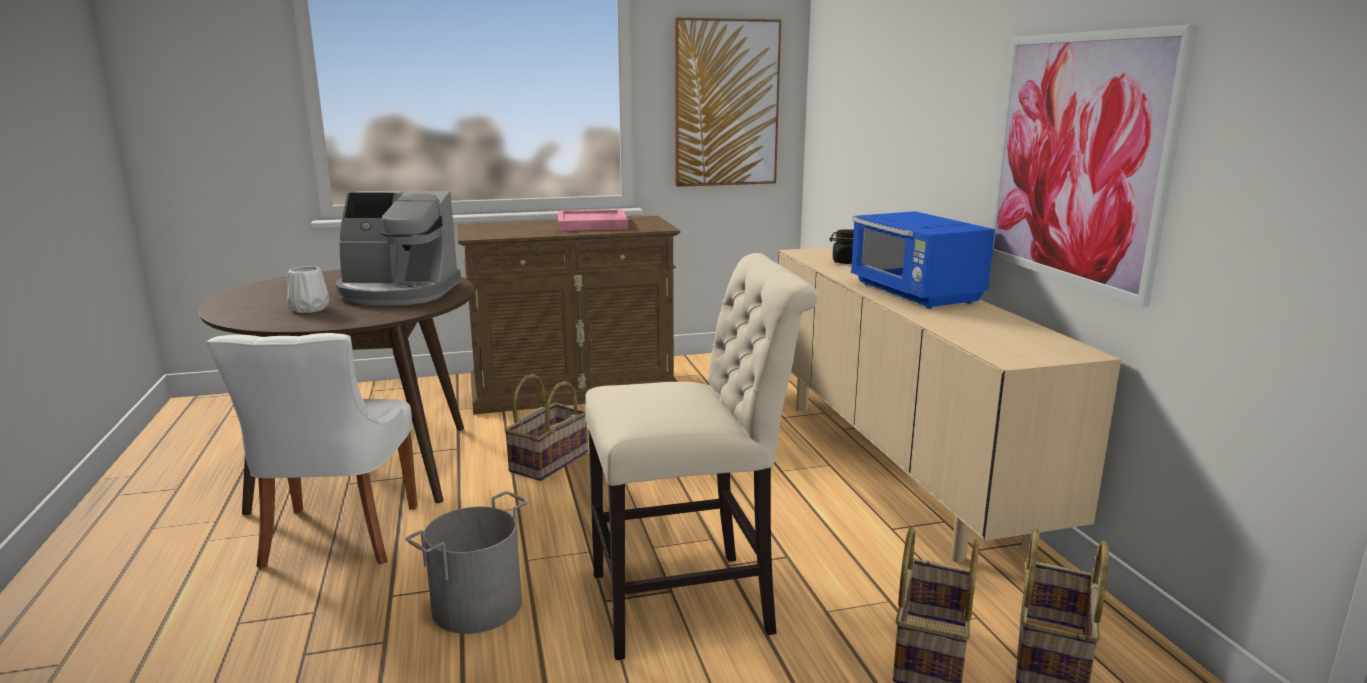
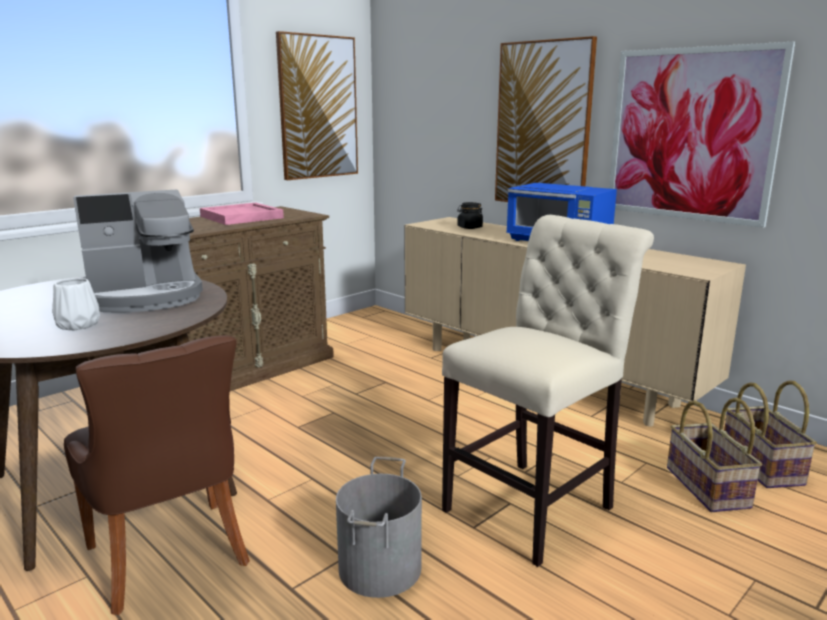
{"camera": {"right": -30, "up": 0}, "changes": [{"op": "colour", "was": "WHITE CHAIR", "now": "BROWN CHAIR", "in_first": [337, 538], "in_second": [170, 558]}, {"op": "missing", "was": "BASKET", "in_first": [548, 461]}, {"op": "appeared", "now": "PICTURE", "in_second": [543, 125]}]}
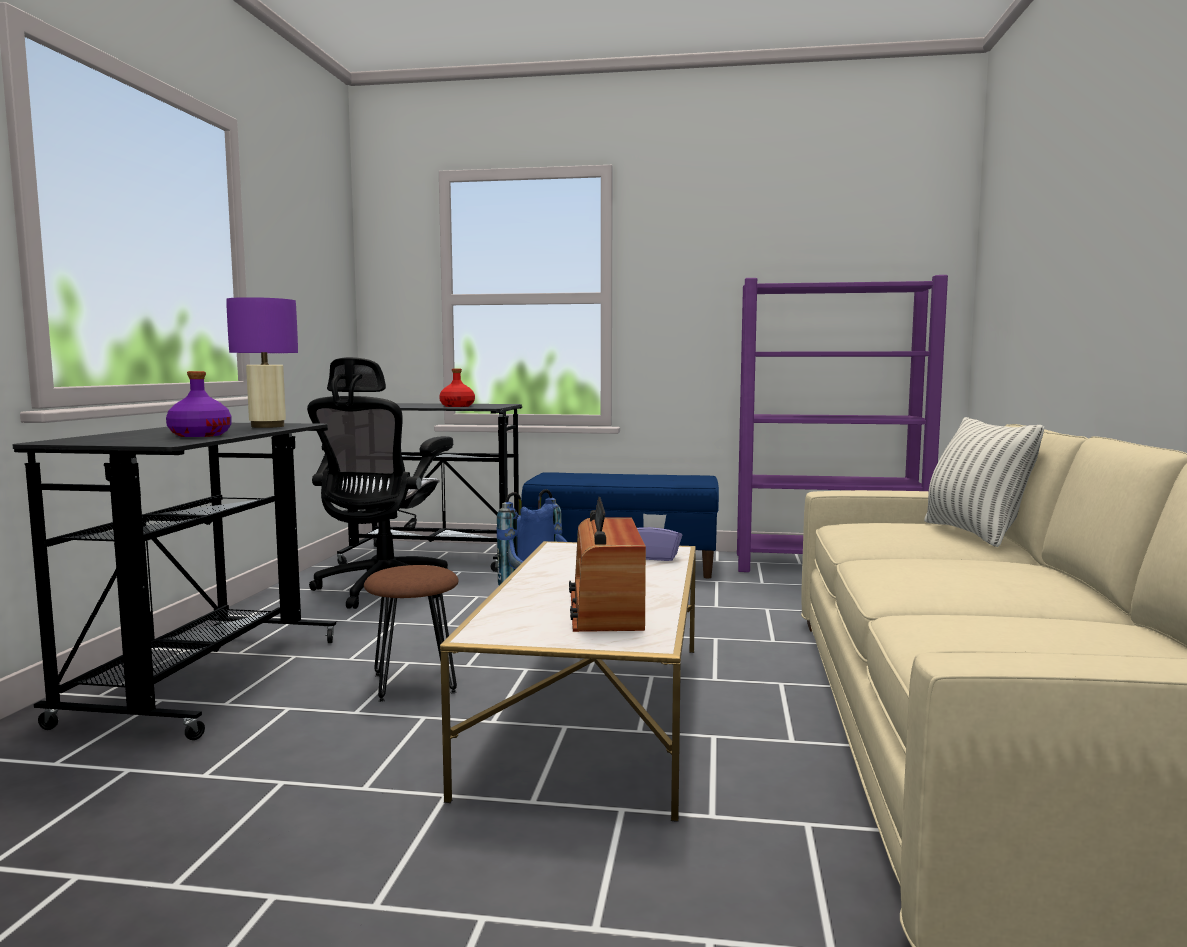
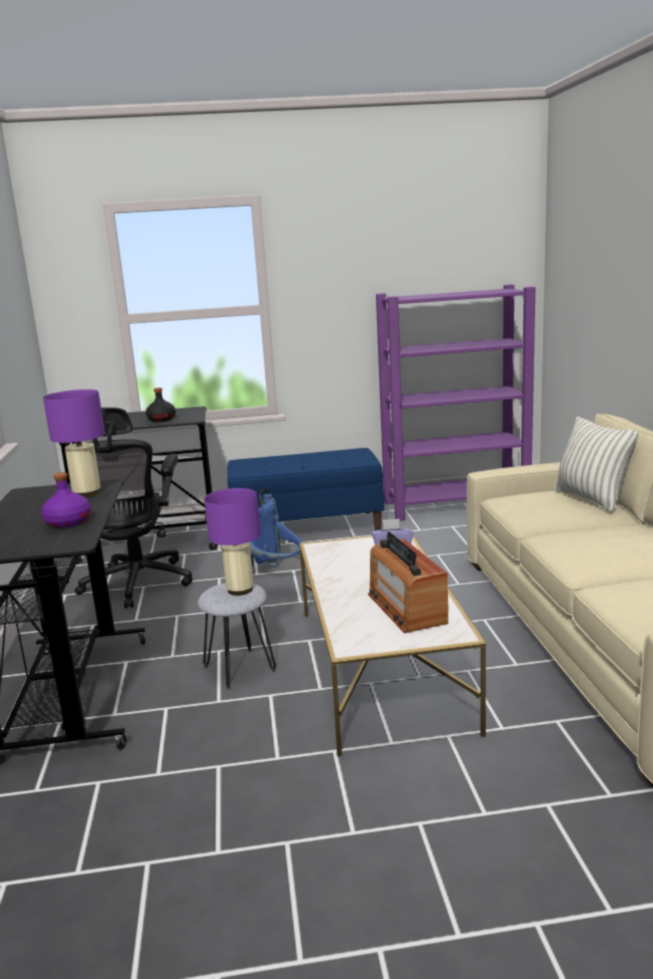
{"camera": {"right": -15, "up": 10}, "changes": [{"op": "colour", "was": "BROWN STOOL", "now": "GREY STOOL", "in_first": [414, 683], "in_second": [240, 668]}, {"op": "colour", "was": "RED BOTTLE", "now": "BLACK BOTTLE", "in_first": [457, 406], "in_second": [161, 419]}, {"op": "appeared", "now": "PURPLE TABLE LAMP", "in_second": [240, 590]}]}
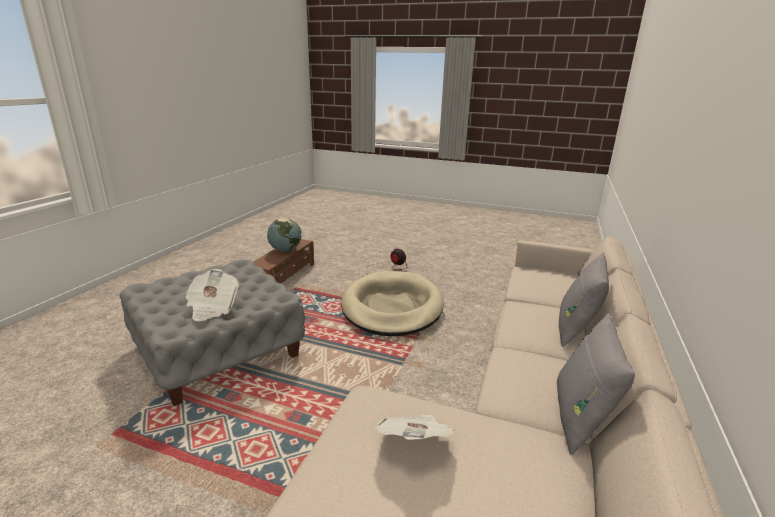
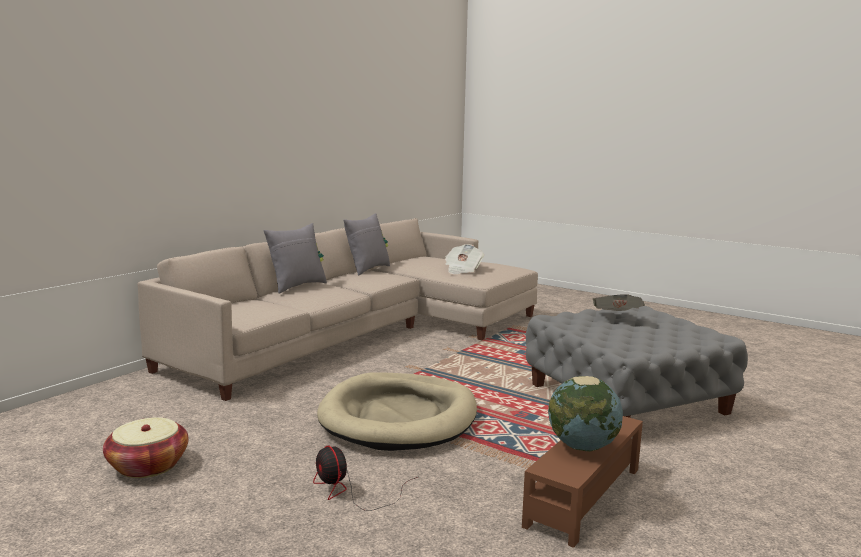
{"camera": {"right": -165, "up": -10}, "changes": [{"op": "appeared", "now": "BASKET", "in_second": [148, 465]}]}
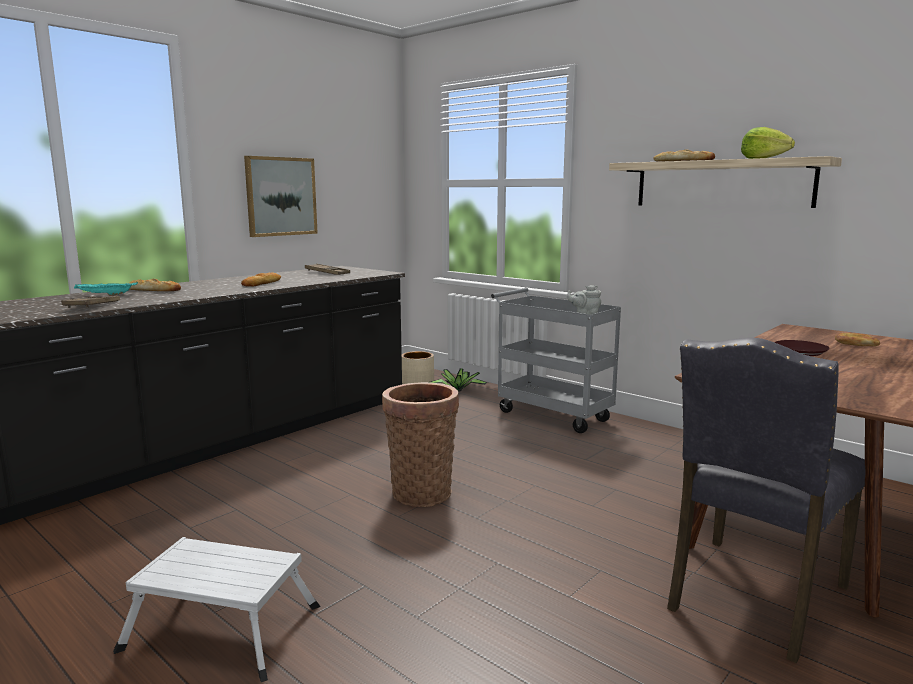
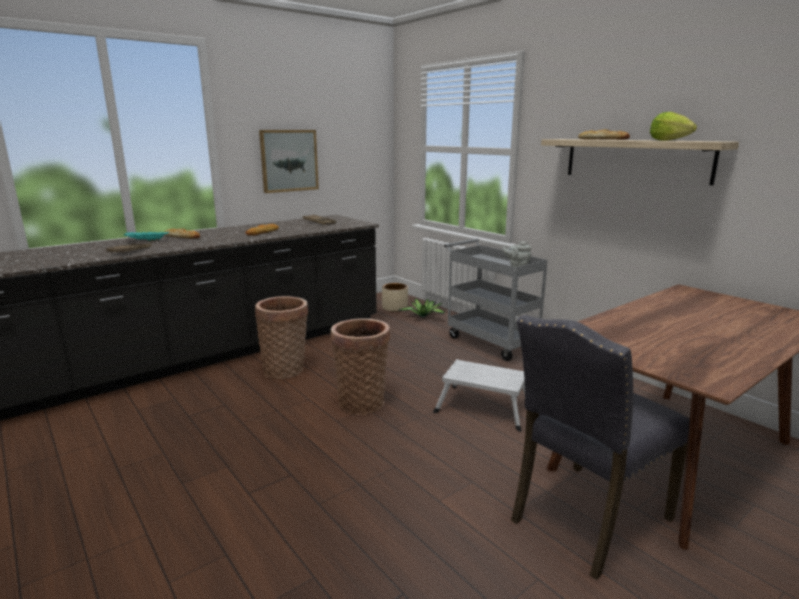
{"camera": {"right": 10, "up": 5}, "changes": [{"op": "relocated", "was": "WHITE STEP LADDER", "in_first": [221, 627], "in_second": [483, 407]}, {"op": "missing", "was": "BROWN PLATE", "in_first": [801, 352]}, {"op": "missing", "was": "BREAD", "in_first": [855, 343]}, {"op": "appeared", "now": "BASKET", "in_second": [286, 369]}]}
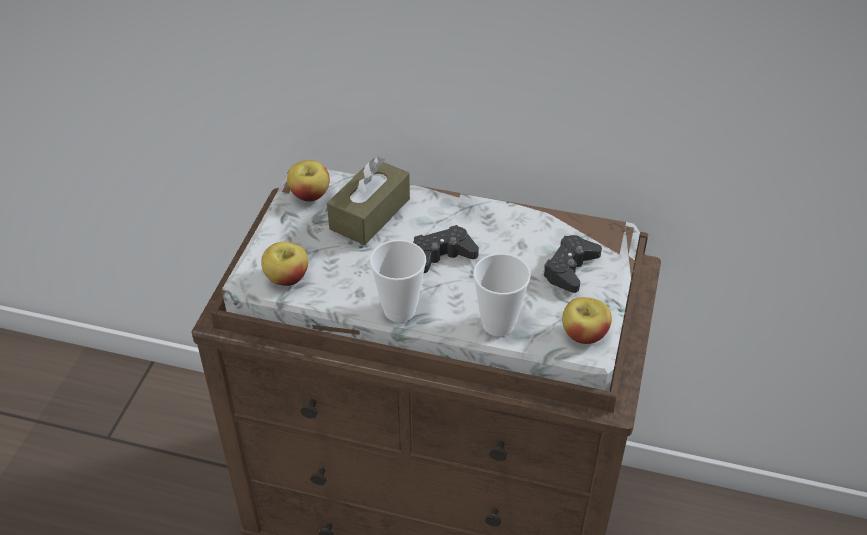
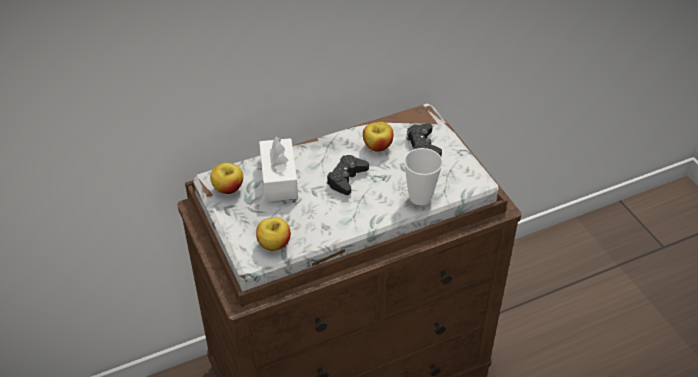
{"camera": {"right": -40, "up": 0}, "changes": [{"op": "colour", "was": "BROWN TISSUE BOX", "now": "WHITE TISSUE BOX", "in_first": [370, 214], "in_second": [279, 179]}, {"op": "missing", "was": "CUP", "in_first": [399, 310]}, {"op": "relocated", "was": "APPLE", "in_first": [584, 334], "in_second": [378, 146]}]}
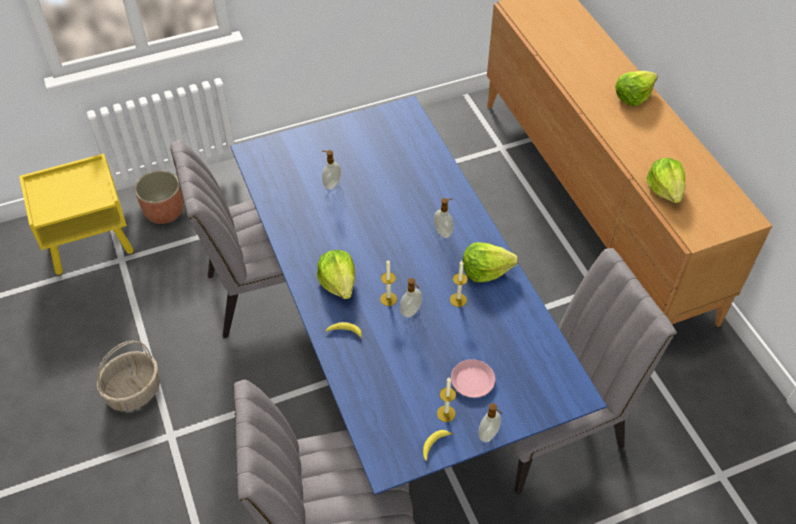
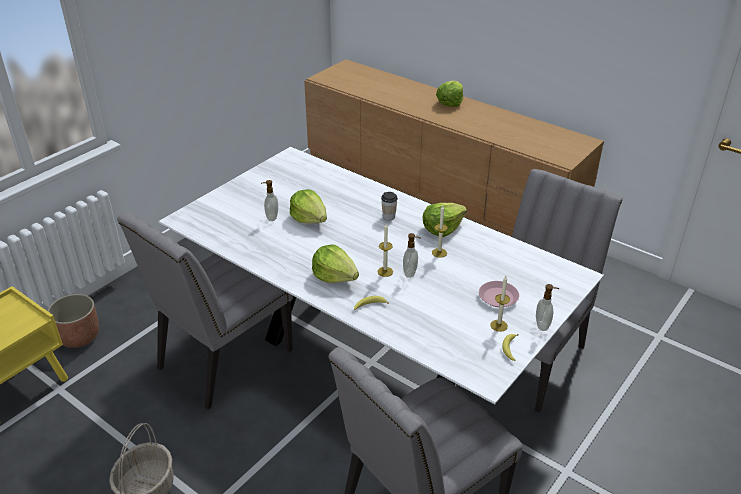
{"camera": {"right": -30, "up": -15}, "changes": [{"op": "colour", "was": "BLUE DINING TABLE", "now": "WHITE DINING TABLE", "in_first": [398, 354], "in_second": [370, 358]}, {"op": "exchanged", "was": "SOAP DISPENSER", "now": "CUP", "in_first": [443, 232], "in_second": [389, 217]}, {"op": "relocated", "was": "LETTUCE", "in_first": [665, 189], "in_second": [309, 218]}]}
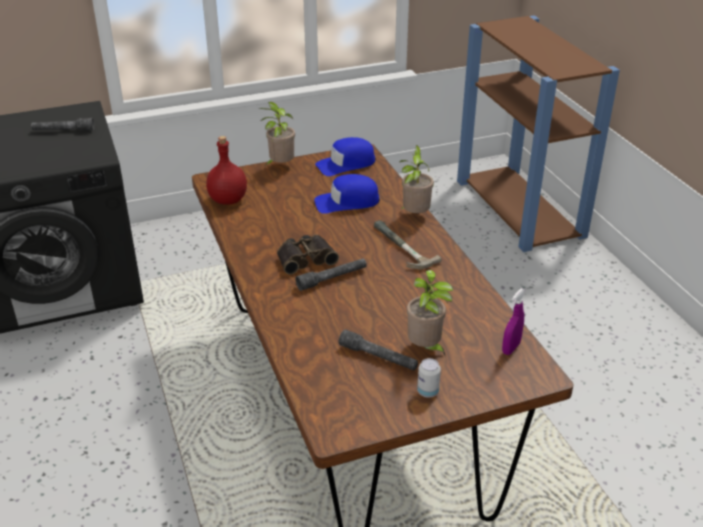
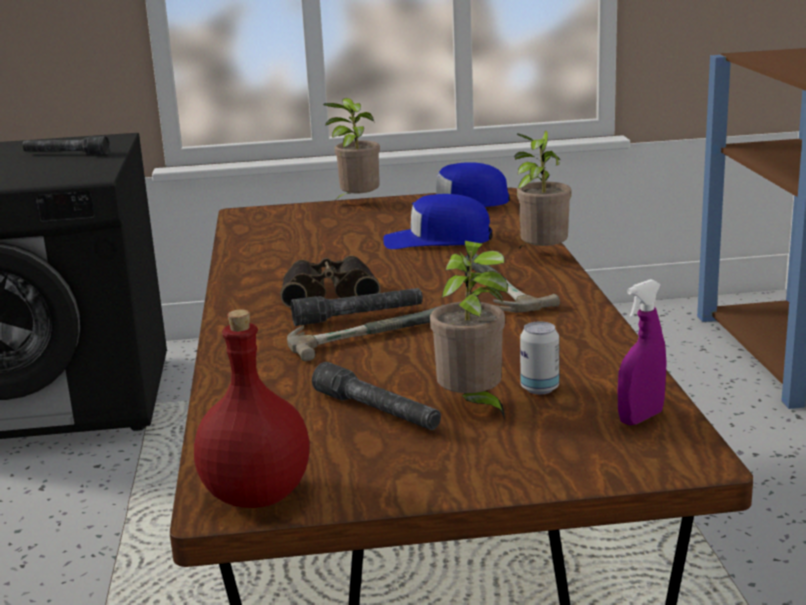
{"camera": {"right": 15, "up": -15}, "changes": [{"op": "relocated", "was": "RED BOTTLE", "in_first": [228, 199], "in_second": [258, 495]}, {"op": "relocated", "was": "CAN", "in_first": [427, 392], "in_second": [539, 388]}, {"op": "appeared", "now": "HAMMER", "in_second": [367, 333]}]}
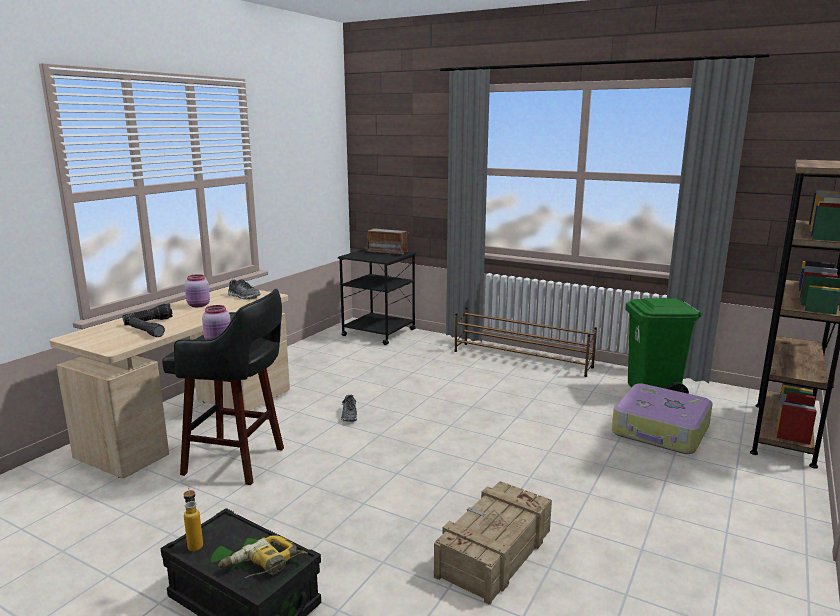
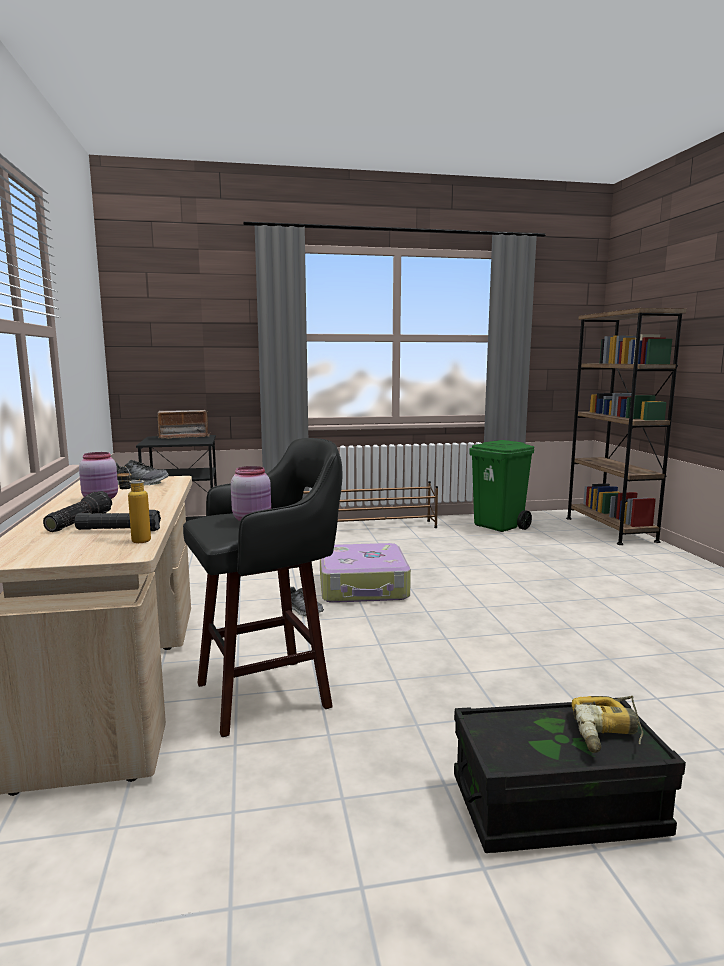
{"camera": {"right": -40, "up": -5}, "changes": [{"op": "relocated", "was": "BOTTLE", "in_first": [195, 543], "in_second": [135, 540]}, {"op": "missing", "was": "CRATE", "in_first": [493, 553]}, {"op": "relocated", "was": "SUITCASE", "in_first": [661, 431], "in_second": [363, 587]}]}
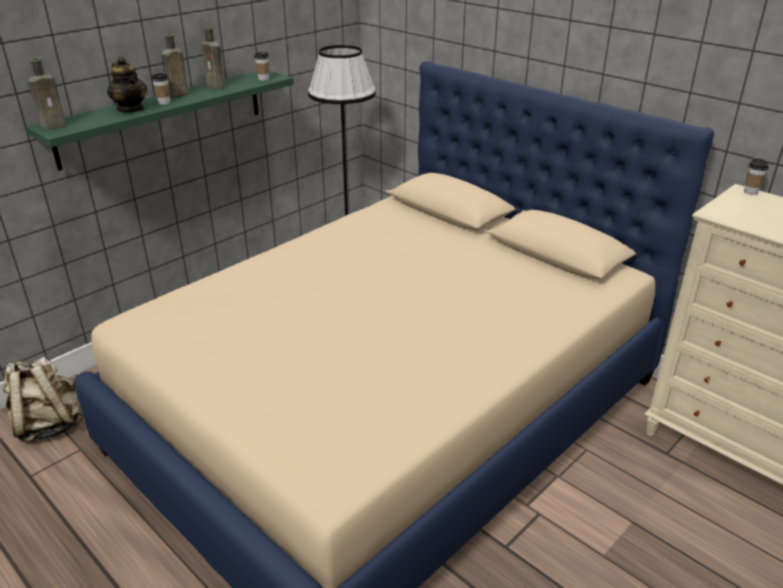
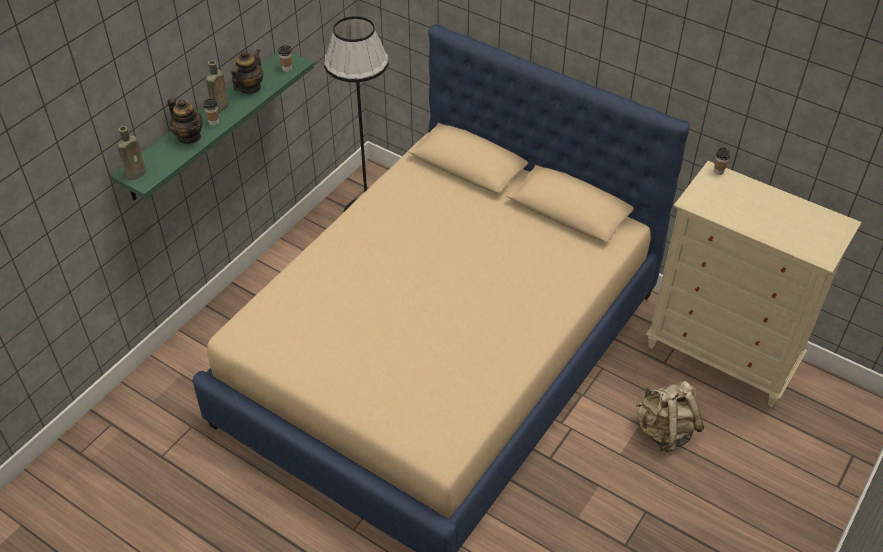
{"camera": {"right": -10, "up": 15}, "changes": [{"op": "relocated", "was": "BEIGE BACKPACK", "in_first": [49, 425], "in_second": [664, 431]}, {"op": "exchanged", "was": "BROWN BOTTLE", "now": "TEAPOT", "in_first": [217, 87], "in_second": [249, 88]}]}
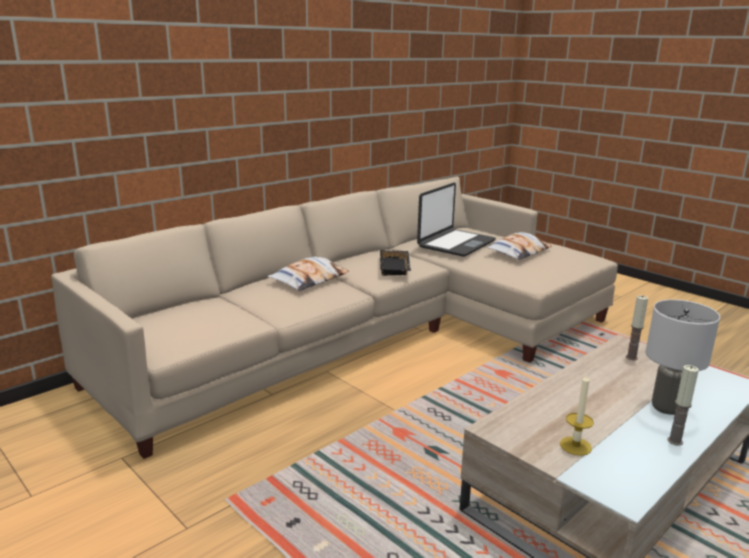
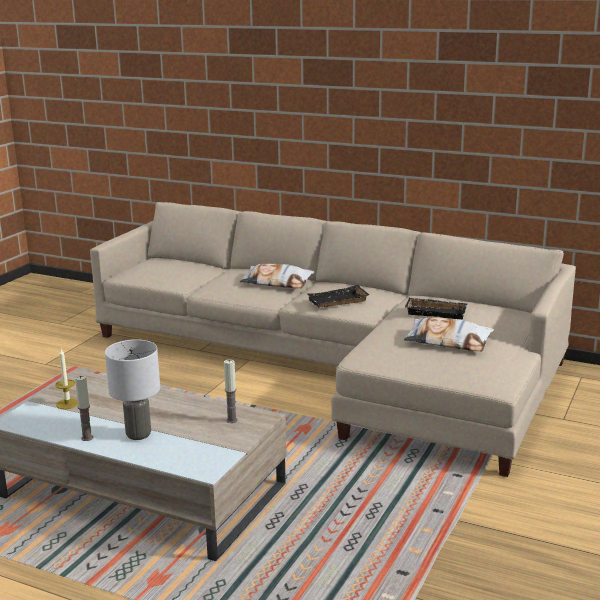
{"camera": {"right": 70, "up": 0}, "changes": [{"op": "exchanged", "was": "LAPTOP", "now": "BLACK TRAY", "in_first": [455, 244], "in_second": [437, 312]}]}
